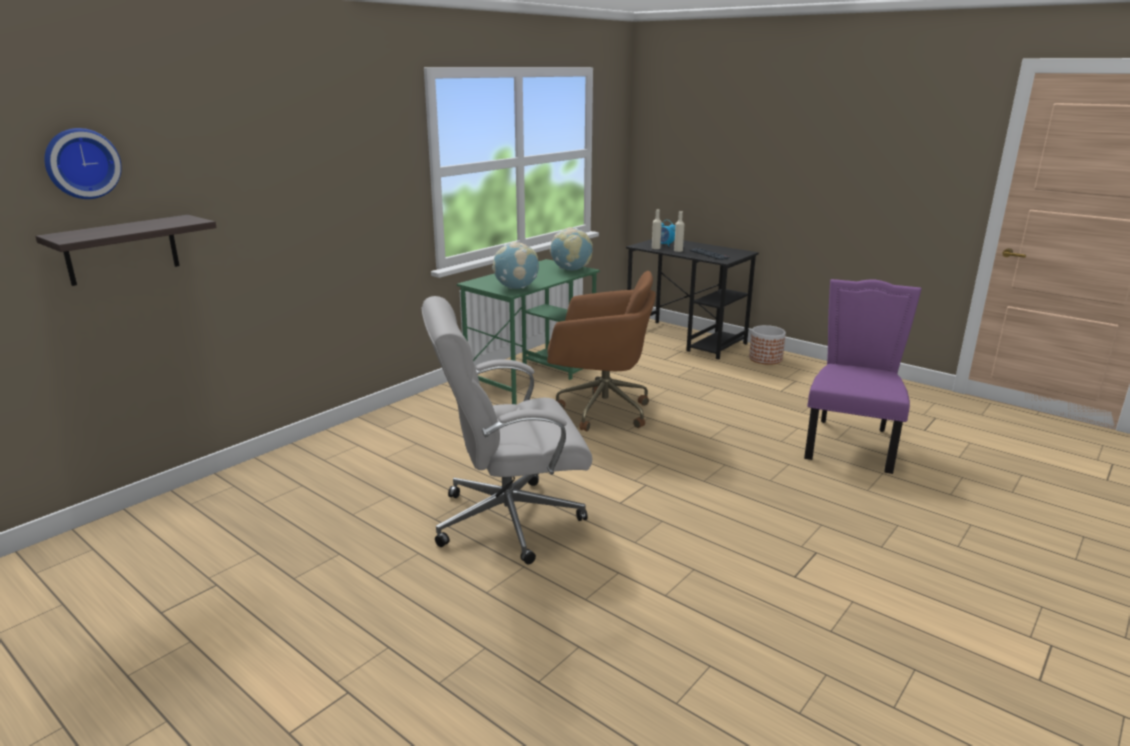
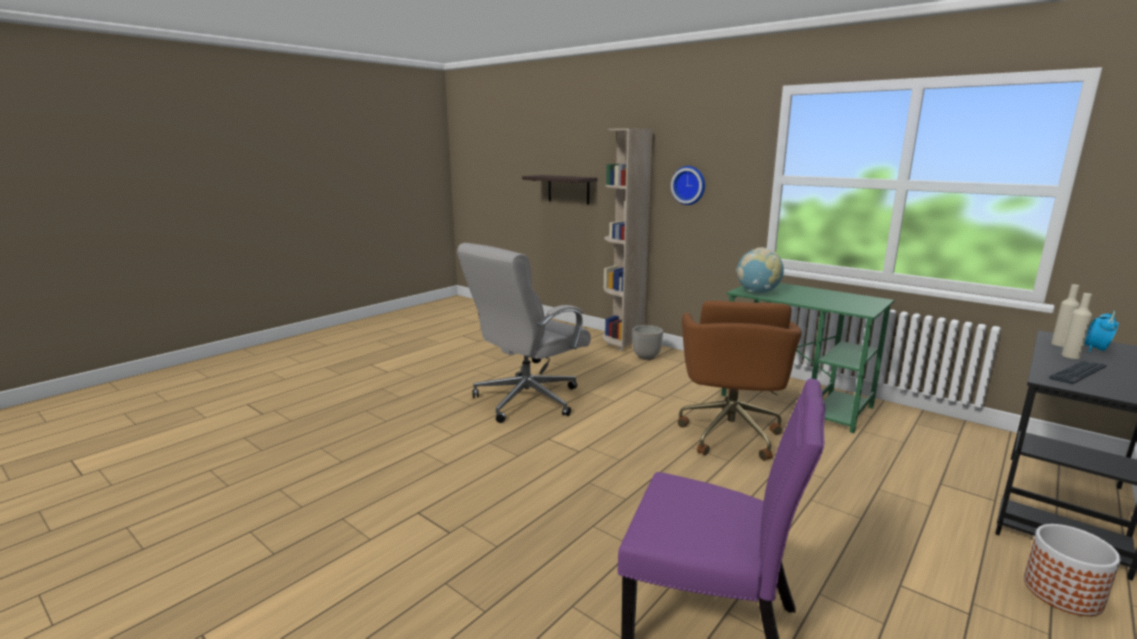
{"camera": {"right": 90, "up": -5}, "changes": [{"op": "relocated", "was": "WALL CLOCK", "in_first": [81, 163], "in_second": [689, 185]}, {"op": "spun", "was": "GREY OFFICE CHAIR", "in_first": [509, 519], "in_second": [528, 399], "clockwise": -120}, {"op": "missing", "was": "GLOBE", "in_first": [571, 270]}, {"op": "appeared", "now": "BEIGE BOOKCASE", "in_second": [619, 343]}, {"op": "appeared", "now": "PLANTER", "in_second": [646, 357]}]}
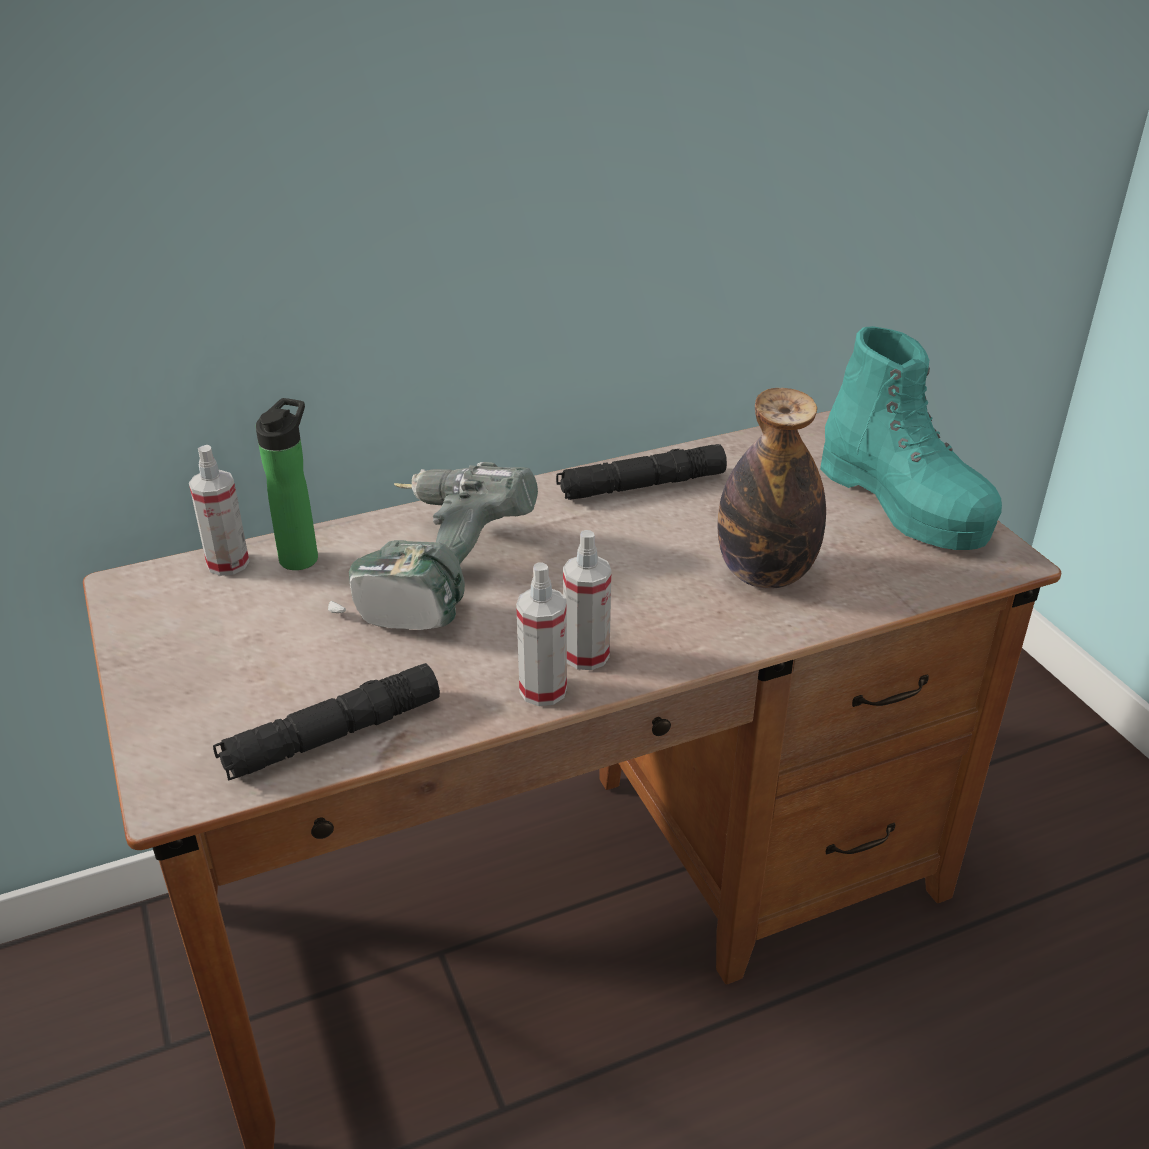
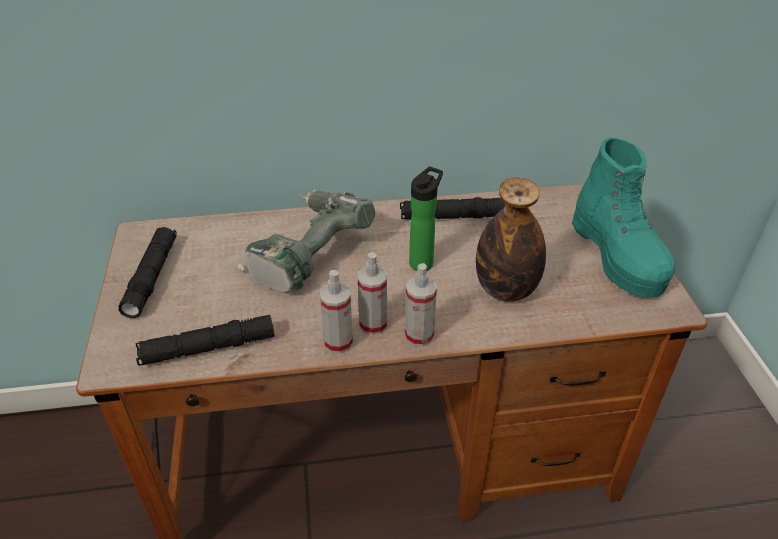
{"camera": {"right": 15, "up": 5}, "changes": [{"op": "relocated", "was": "SPRAY BOTTLE", "in_first": [228, 563], "in_second": [419, 336]}, {"op": "relocated", "was": "BOTTLE", "in_first": [302, 556], "in_second": [423, 262]}, {"op": "appeared", "now": "BLACK FLASHLIGHT", "in_second": [151, 277]}]}
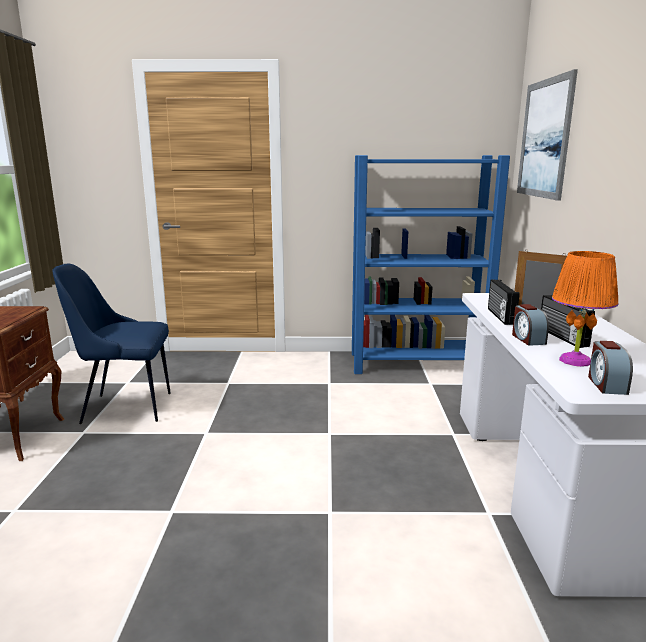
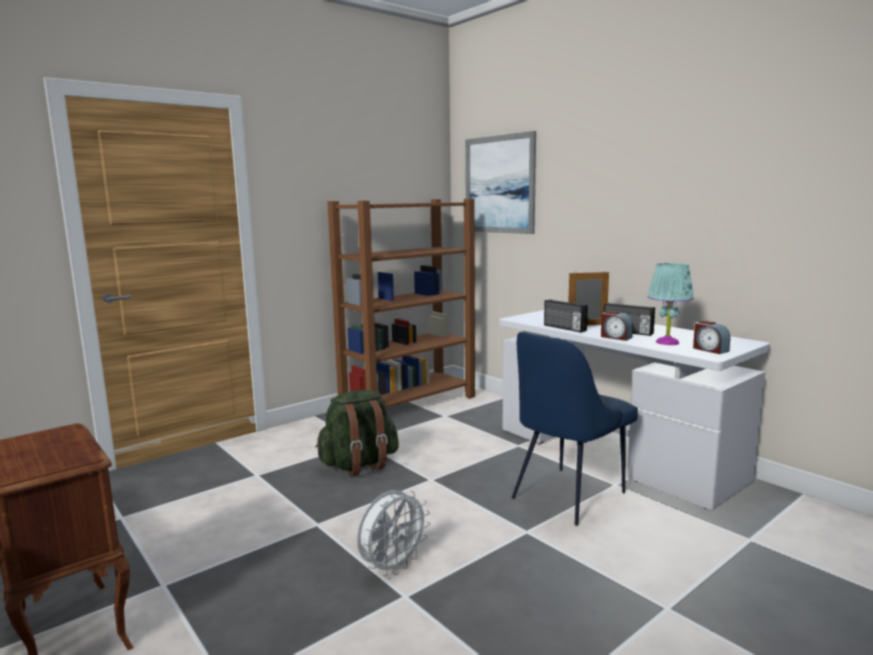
{"camera": {"right": -40, "up": -5}, "changes": [{"op": "relocated", "was": "BLUE CHAIR", "in_first": [126, 408], "in_second": [568, 496]}, {"op": "colour", "was": "BLUE BOOKCASE", "now": "BROWN BOOKCASE", "in_first": [416, 363], "in_second": [409, 404]}, {"op": "colour", "was": "ORANGE TABLE LAMP", "now": "TURQUOISE TABLE LAMP", "in_first": [574, 360], "in_second": [667, 342]}, {"op": "appeared", "now": "GREEN BACKPACK", "in_second": [359, 465]}, {"op": "appeared", "now": "WHITE FAN", "in_second": [393, 567]}]}
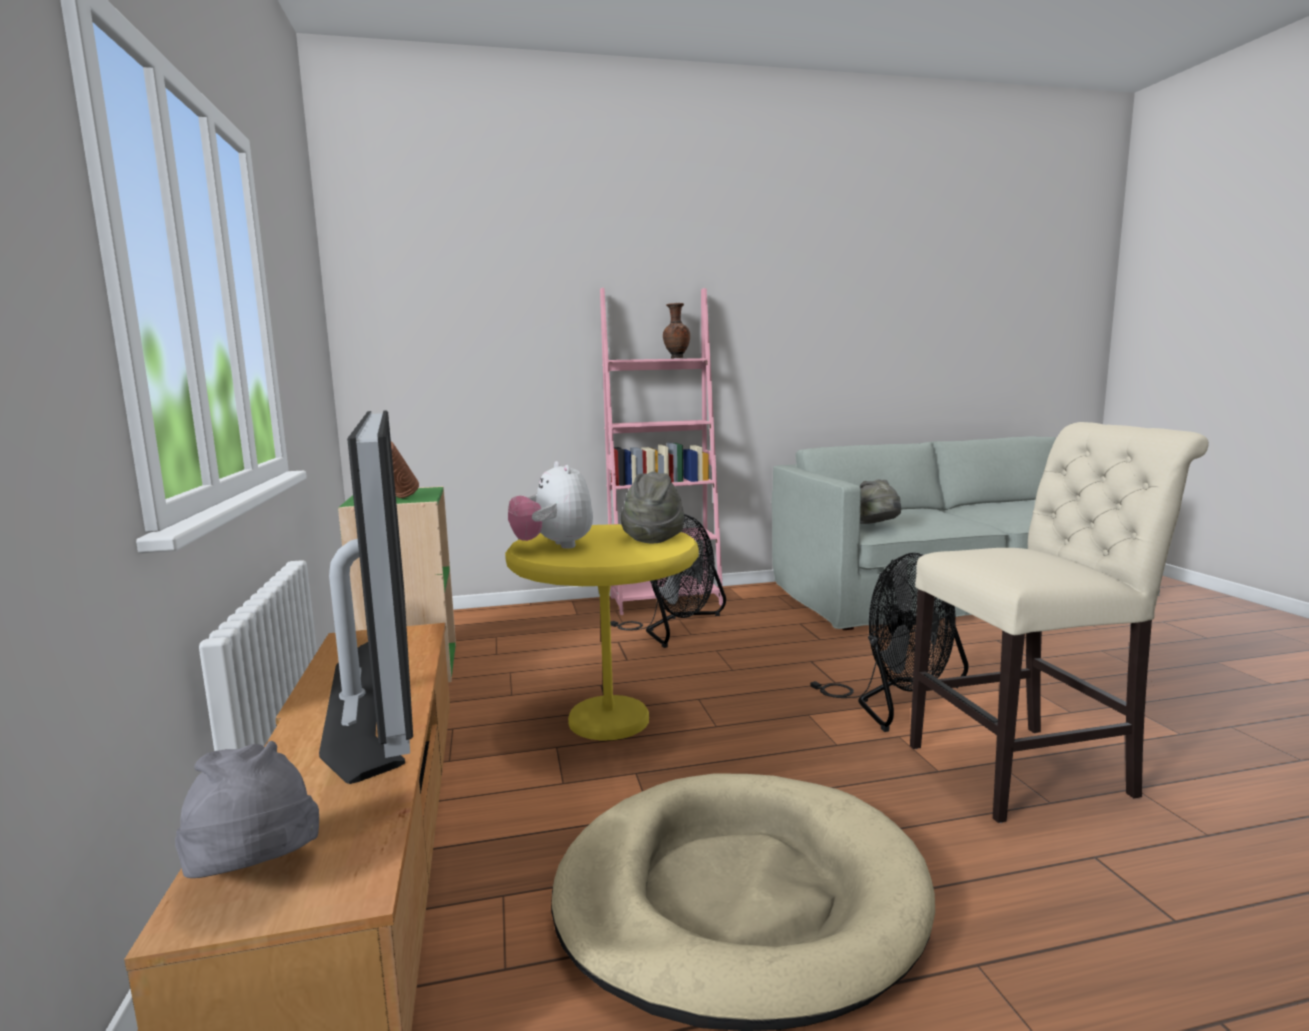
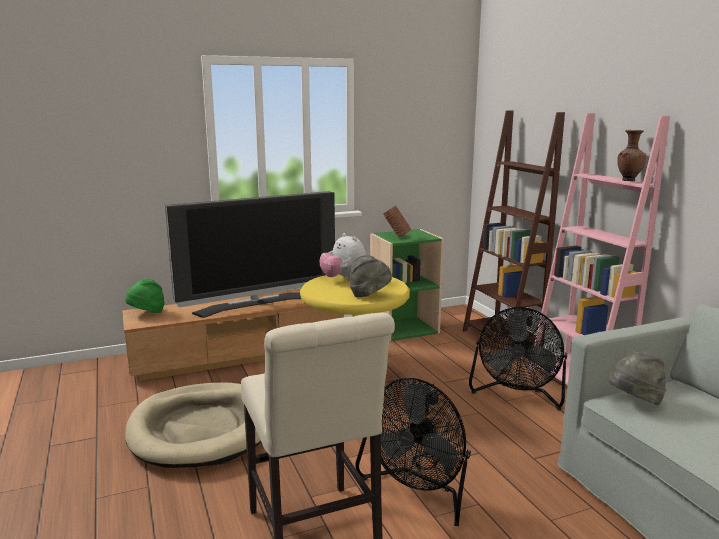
{"camera": {"right": 80, "up": 5}, "changes": [{"op": "colour", "was": "GREY HAT", "now": "GREEN HAT", "in_first": [254, 877], "in_second": [147, 313]}, {"op": "spun", "was": "PLUSH TOY", "in_first": [554, 546], "in_second": [343, 279], "clockwise": -90}, {"op": "appeared", "now": "BROWN BOOKCASE", "in_second": [501, 340]}]}
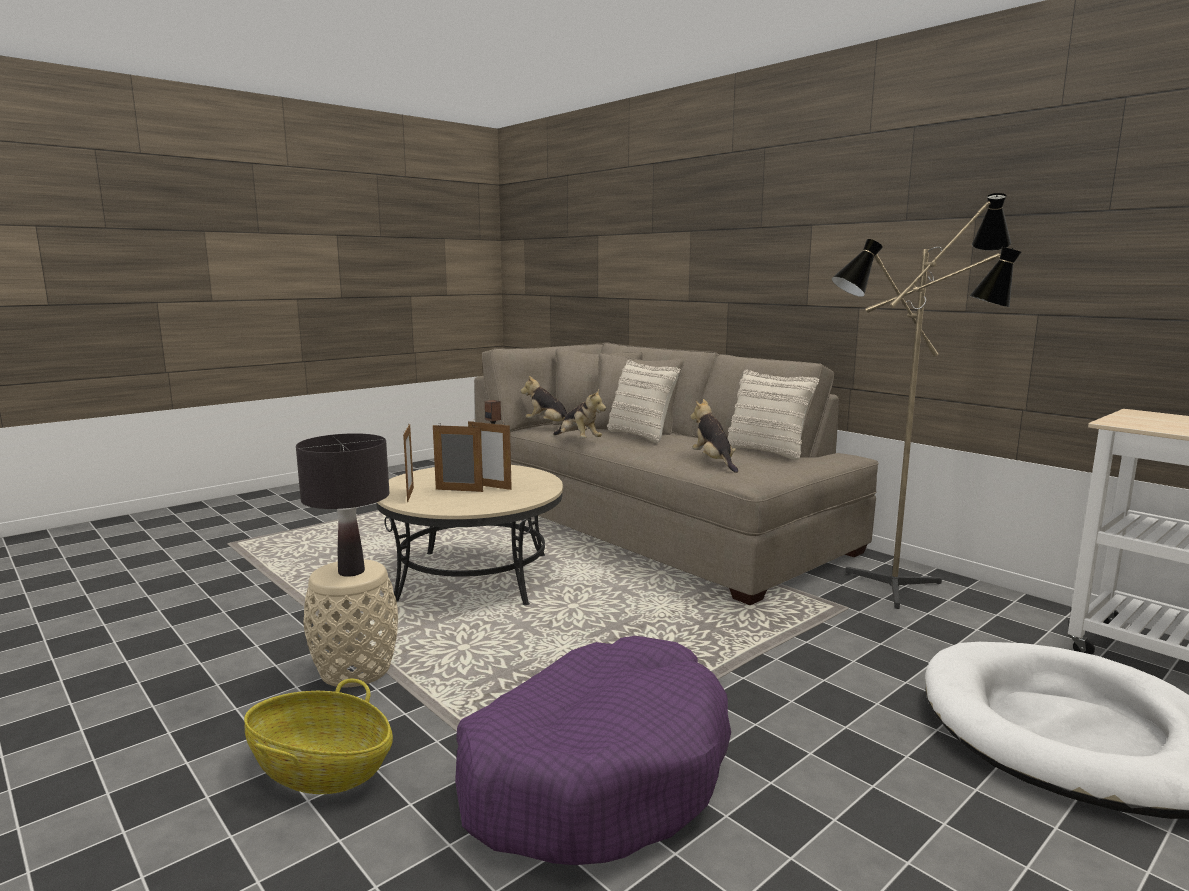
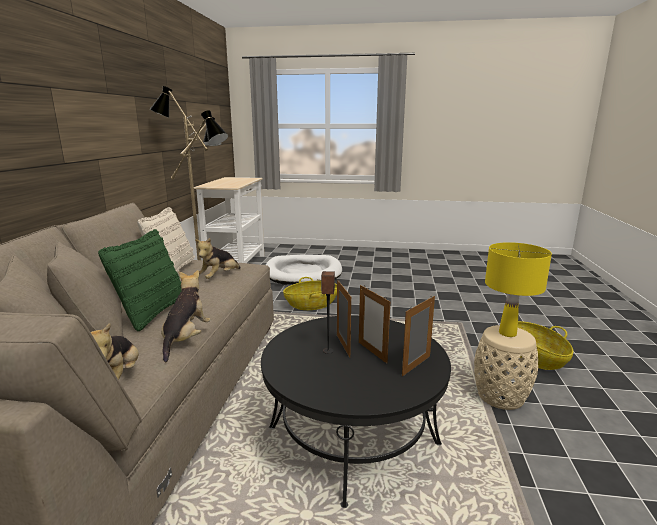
{"camera": {"right": -130, "up": 5}, "changes": [{"op": "colour", "was": "BLACK TABLE LAMP", "now": "YELLOW TABLE LAMP", "in_first": [351, 572], "in_second": [507, 333]}, {"op": "colour", "was": "BEIGE COFFEE TABLE", "now": "BLACK COFFEE TABLE", "in_first": [474, 577], "in_second": [352, 436]}, {"op": "missing", "was": "PURPLE DOG BED", "in_first": [596, 773]}, {"op": "colour", "was": "BEIGE PILLOW", "now": "GREEN PILLOW", "in_first": [641, 436], "in_second": [152, 313]}, {"op": "appeared", "now": "BASKET", "in_second": [311, 305]}]}
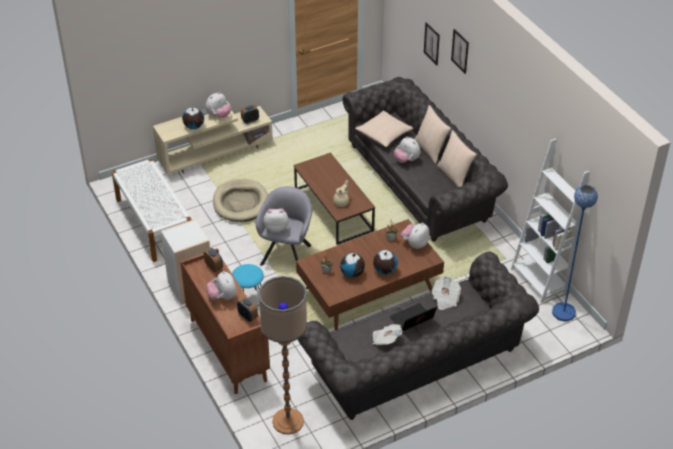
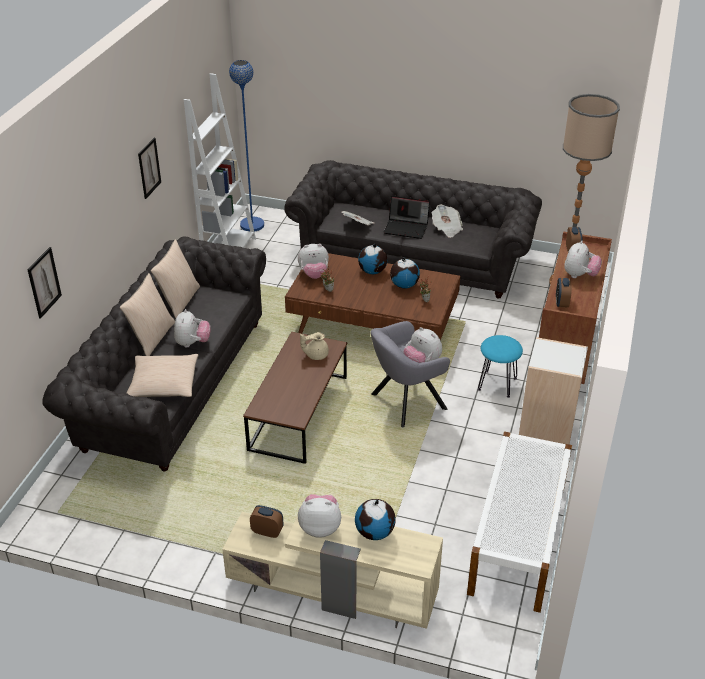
{"camera": {"right": -135, "up": -5}, "changes": [{"op": "missing", "was": "BEIGE DOG BED", "in_first": [241, 203]}, {"op": "relocated", "was": "PICTURE", "in_first": [460, 51], "in_second": [149, 168]}]}
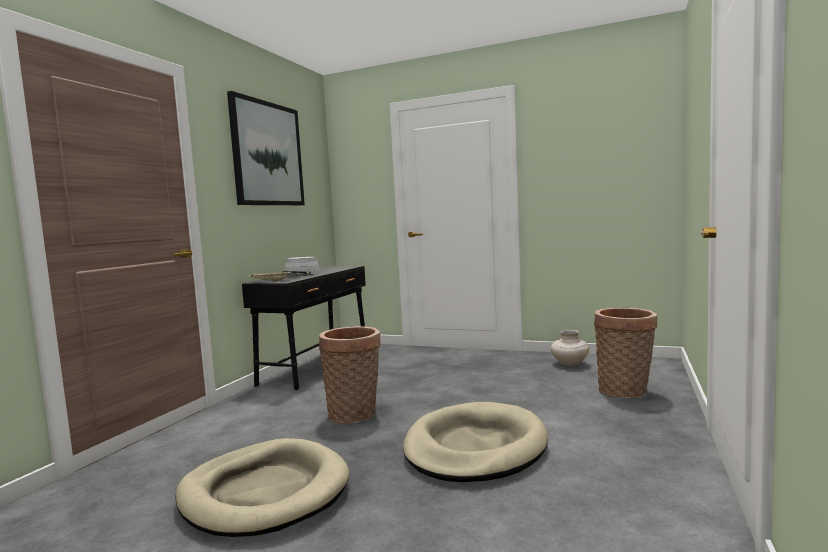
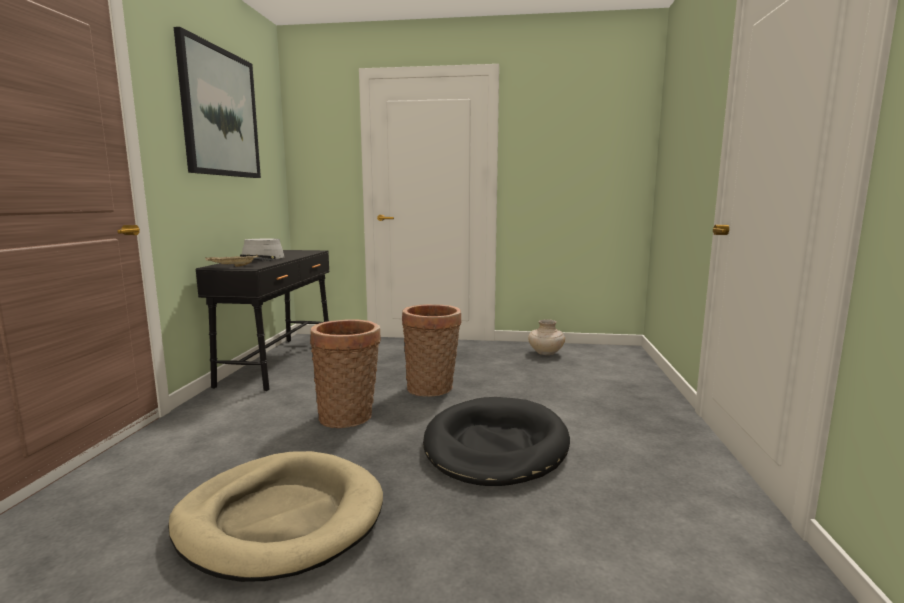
{"camera": {"right": -15, "up": 5}, "changes": [{"op": "colour", "was": "BEIGE DOG BED", "now": "BLACK DOG BED", "in_first": [475, 447], "in_second": [495, 446]}, {"op": "relocated", "was": "BASKET", "in_first": [625, 391], "in_second": [432, 389]}]}
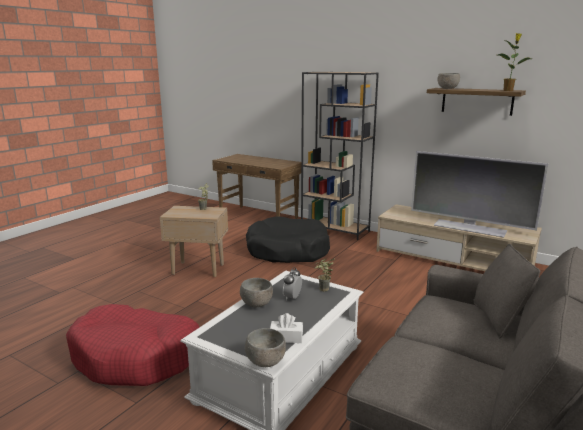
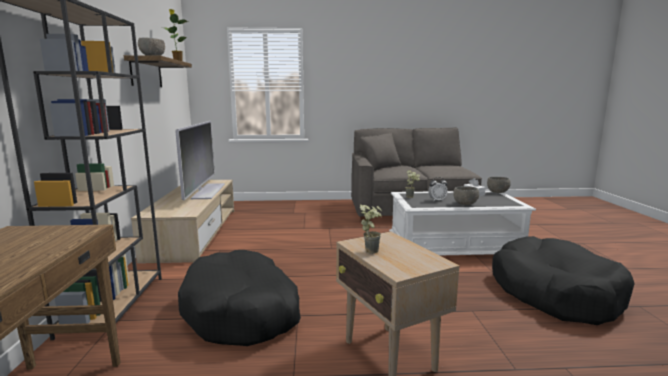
{"camera": {"right": -125, "up": -5}, "changes": [{"op": "colour", "was": "RED DOG BED", "now": "BLACK DOG BED", "in_first": [136, 357], "in_second": [554, 292]}]}
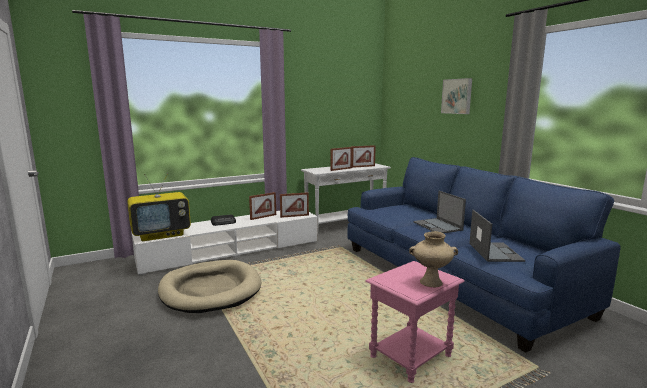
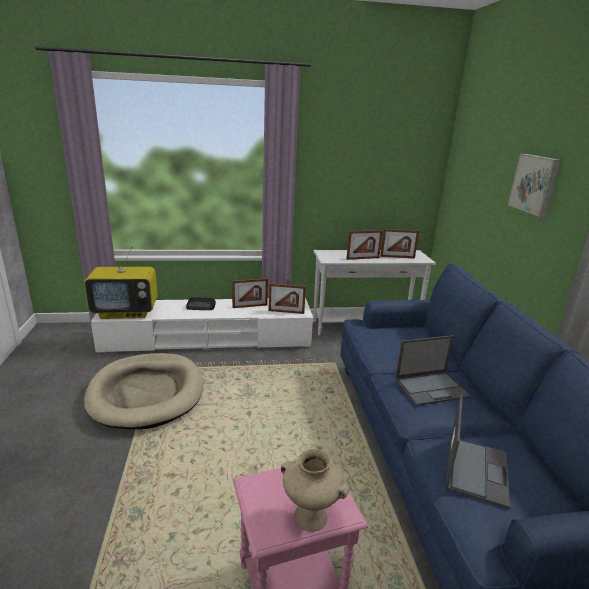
{"camera": {"right": 20, "up": 10}, "changes": [{"op": "spun", "was": "LAPTOP", "in_first": [438, 226], "in_second": [432, 388], "clockwise": -105}]}
